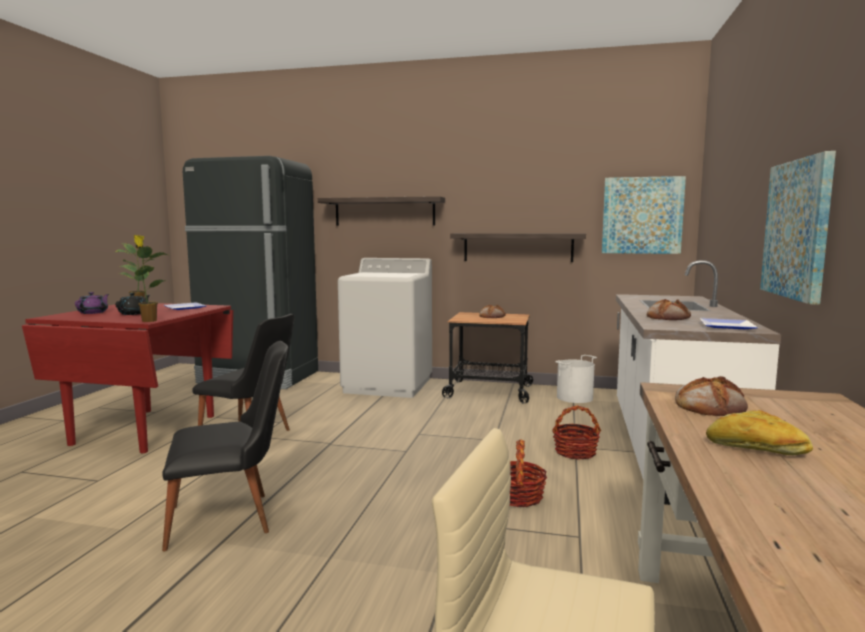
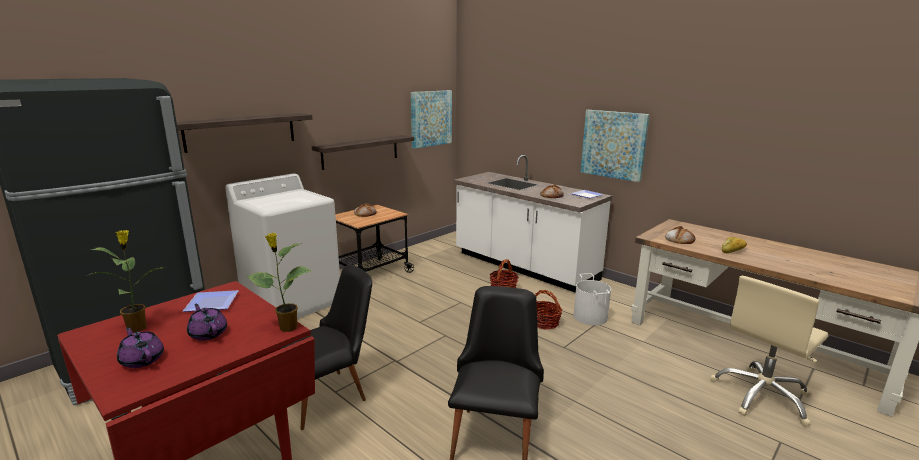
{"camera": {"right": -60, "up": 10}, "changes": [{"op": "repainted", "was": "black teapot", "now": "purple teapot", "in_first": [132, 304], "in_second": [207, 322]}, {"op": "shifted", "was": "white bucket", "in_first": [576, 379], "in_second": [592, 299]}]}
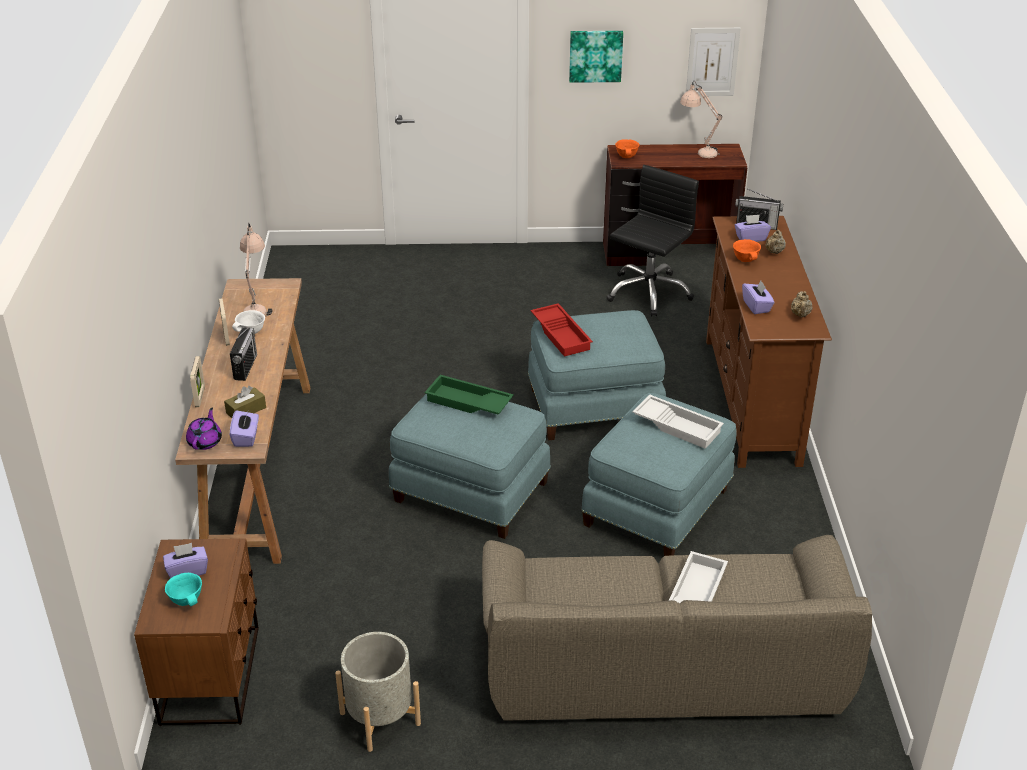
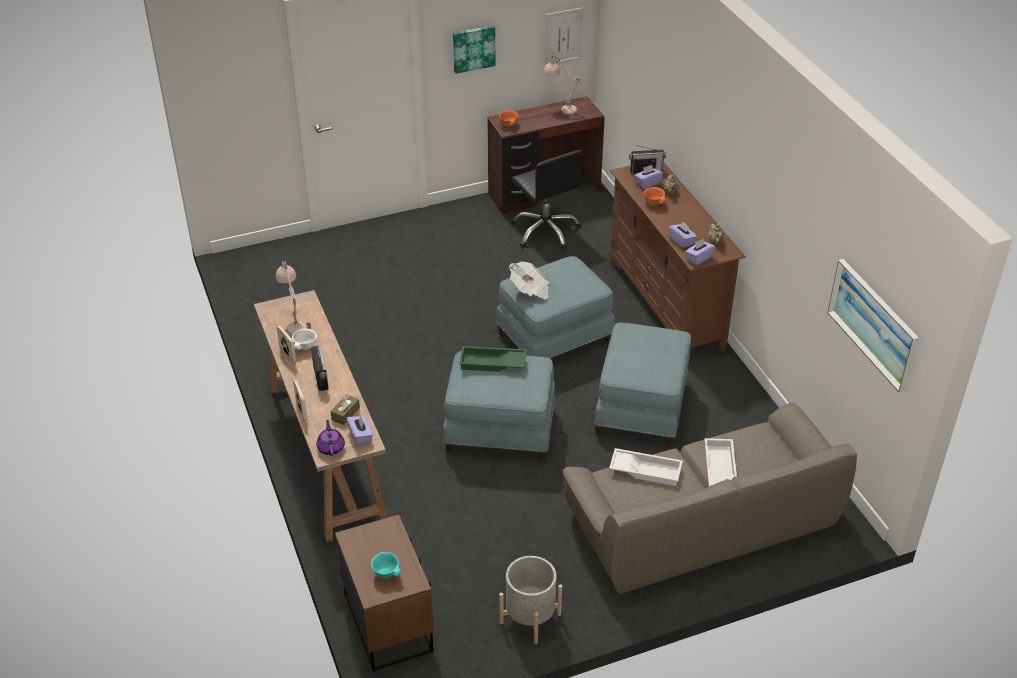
{"camera": {"right": -20, "up": 5}, "changes": [{"op": "rotated", "was": "black office chair", "in_first": [652, 240], "in_second": [546, 200], "clockwise": 135}, {"op": "swapped", "was": "red tray", "now": "newspaper", "in_first": [562, 330], "in_second": [529, 280]}, {"op": "shifted", "was": "white tray", "in_first": [678, 422], "in_second": [646, 467]}, {"op": "shifted", "was": "purple tissue box", "in_first": [185, 560], "in_second": [700, 251]}, {"op": "new", "now": "picture", "in_second": [873, 326]}]}
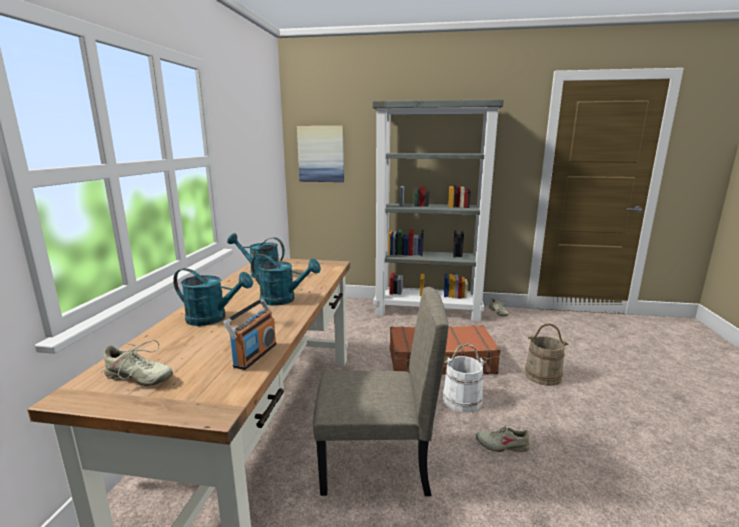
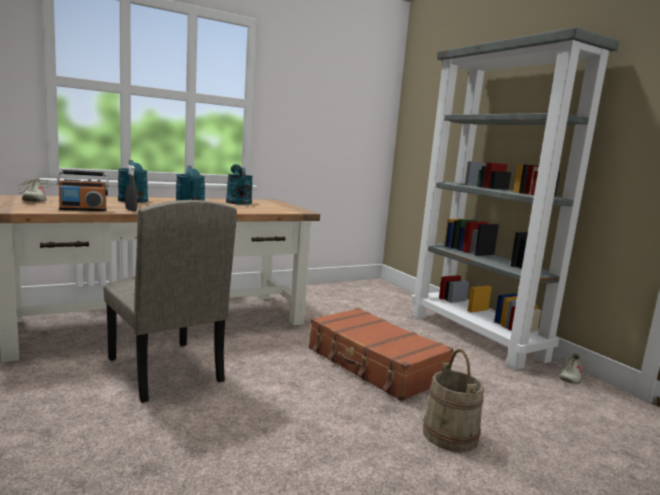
{"camera": {"right": 50, "up": -5}, "changes": [{"op": "gone", "was": "picture", "in_first": [320, 154]}, {"op": "gone", "was": "white bucket", "in_first": [464, 377]}, {"op": "gone", "was": "beige shoe", "in_first": [503, 438]}, {"op": "new", "now": "grey spray bottle", "in_second": [131, 188]}]}
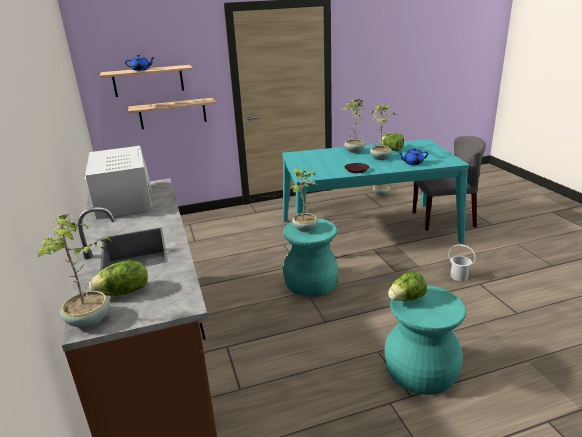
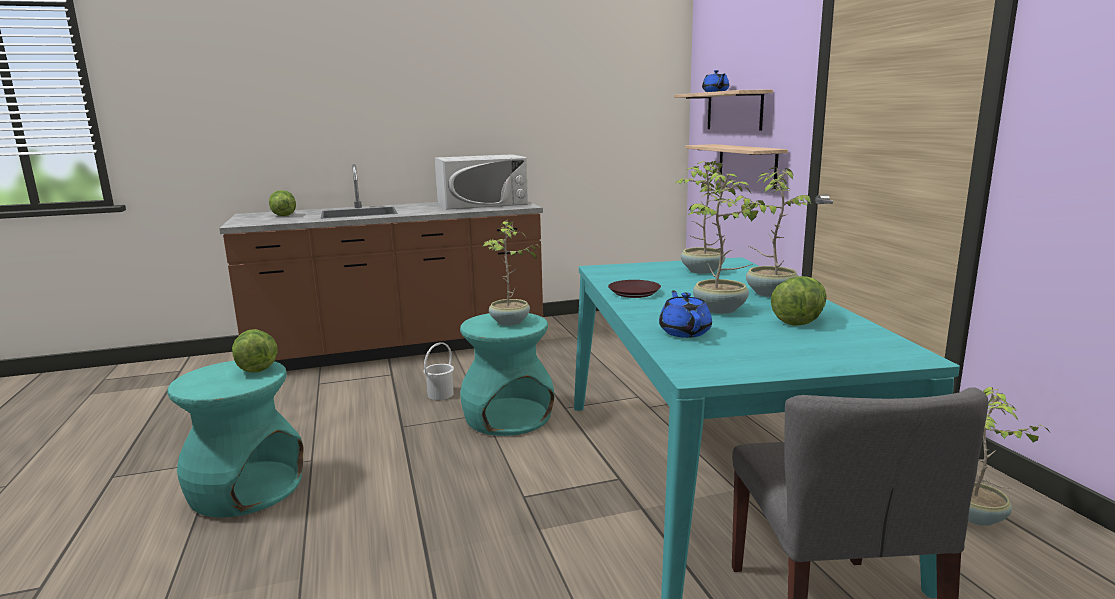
{"camera": {"right": 90, "up": -10}, "changes": [{"op": "shifted", "was": "potted plant", "in_first": [73, 270], "in_second": [700, 217]}, {"op": "shifted", "was": "white bucket", "in_first": [462, 262], "in_second": [439, 371]}]}
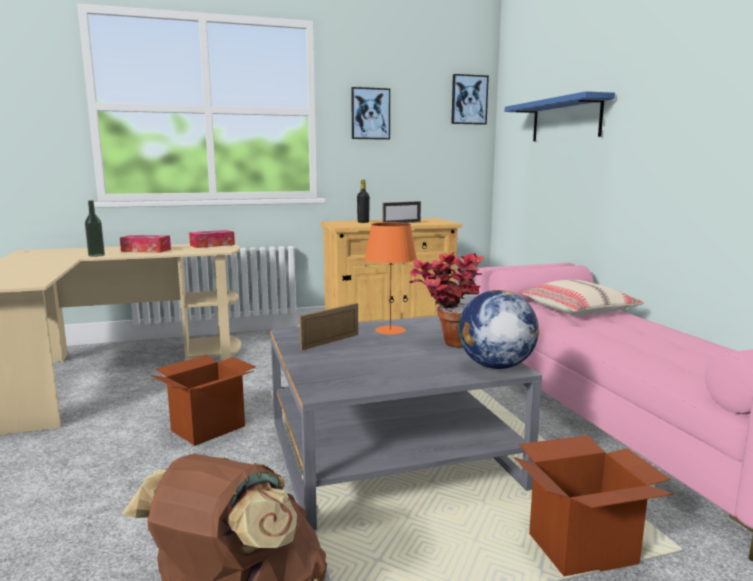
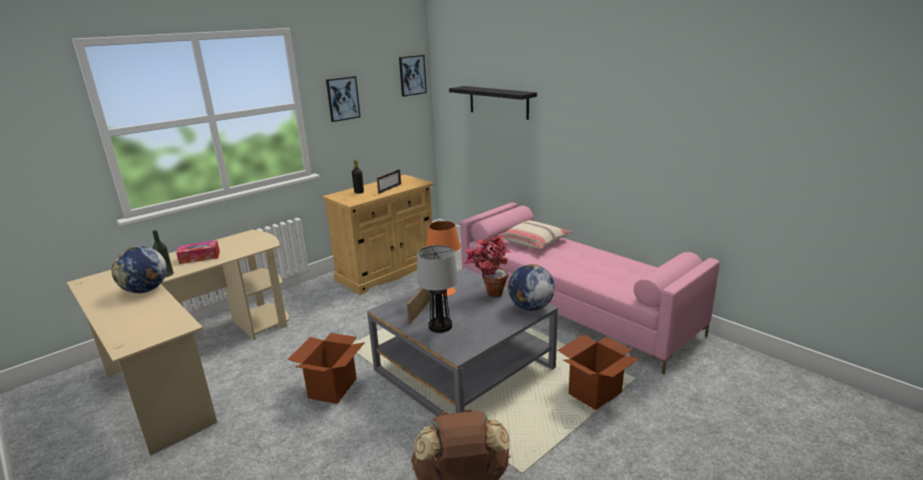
{"camera": {"right": -25, "up": 10}, "changes": [{"op": "repainted", "was": "blue shelf", "now": "black shelf", "in_first": [560, 116], "in_second": [493, 103]}, {"op": "gone", "was": "tissue box", "in_first": [212, 239]}, {"op": "new", "now": "table lamp", "in_second": [437, 289]}, {"op": "new", "now": "globe", "in_second": [139, 269]}]}
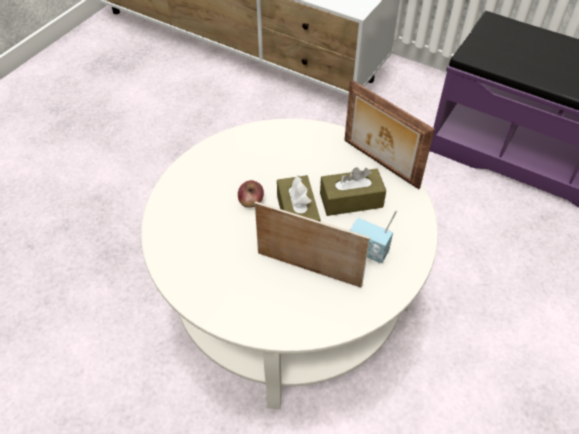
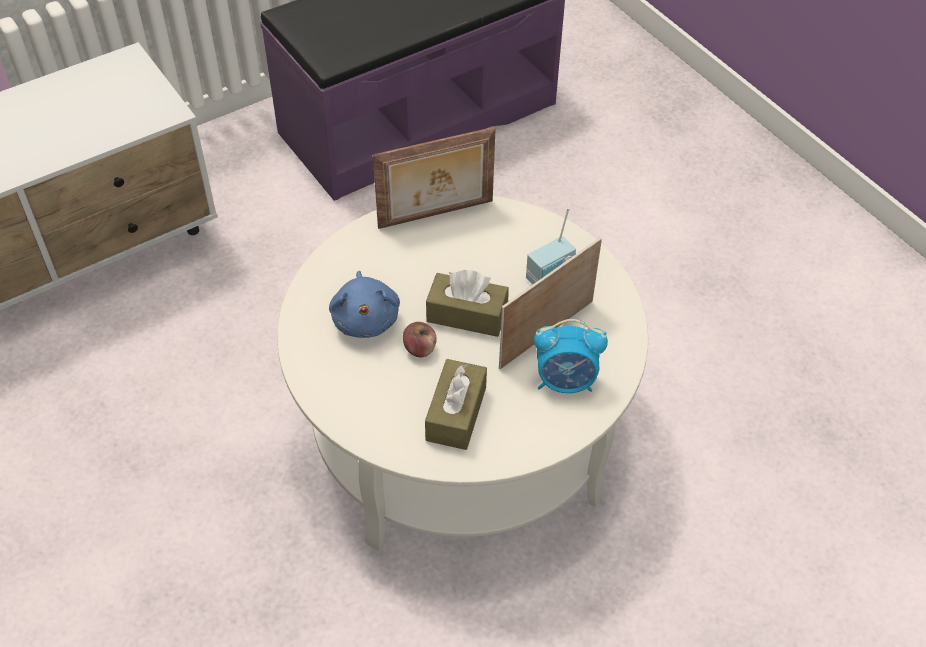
{"camera": {"right": -65, "up": 0}, "changes": [{"op": "shifted", "was": "brown tissue box", "in_first": [353, 191], "in_second": [456, 404]}, {"op": "new", "now": "blue plush toy", "in_second": [364, 304]}, {"op": "new", "now": "alarm clock", "in_second": [571, 356]}]}
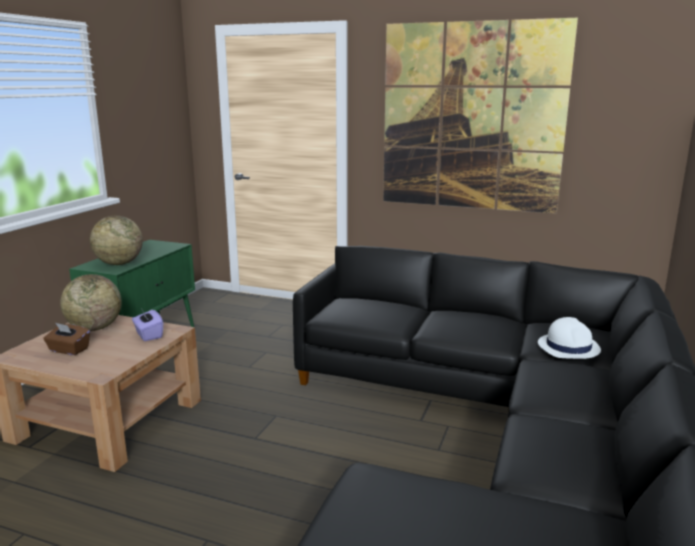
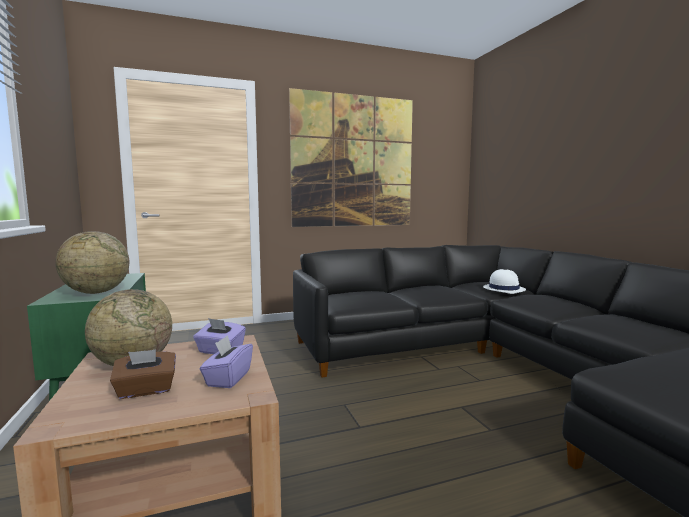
{"camera": {"right": -40, "up": -10}, "changes": [{"op": "new", "now": "purple tissue box", "in_second": [226, 361]}]}
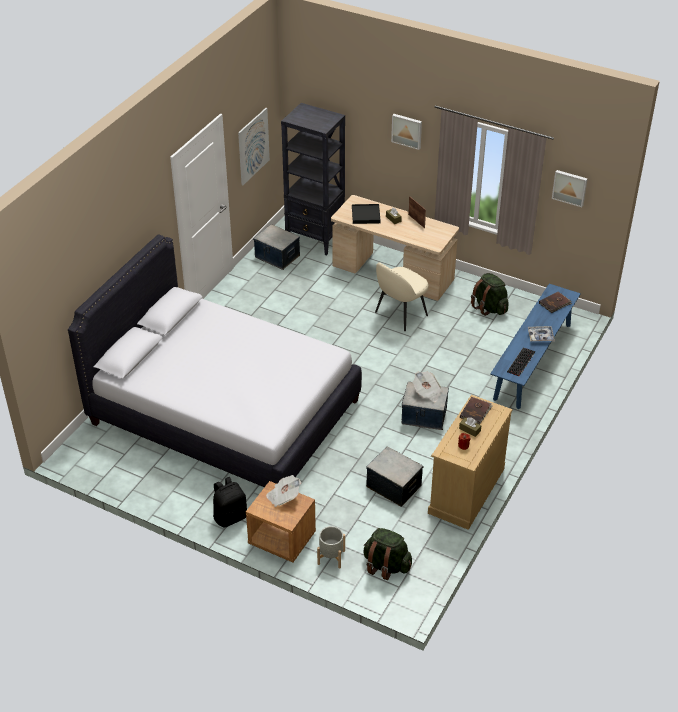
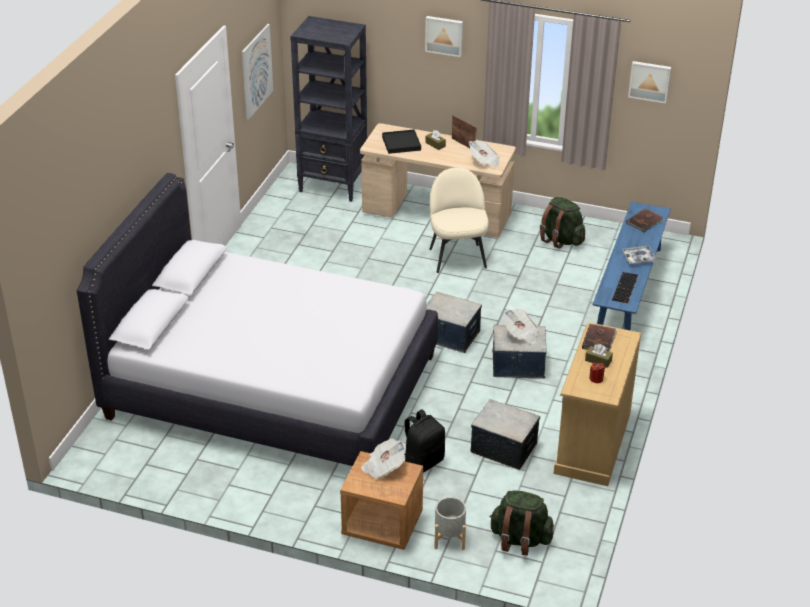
{"camera": {"right": -10, "up": -5}, "changes": [{"op": "shifted", "was": "storage box", "in_first": [276, 247], "in_second": [454, 322]}, {"op": "rotated", "was": "beige chair", "in_first": [402, 296], "in_second": [459, 220], "clockwise": 135}, {"op": "shifted", "was": "black backpack", "in_first": [230, 502], "in_second": [424, 441]}, {"op": "new", "now": "newspaper", "in_second": [484, 154]}]}
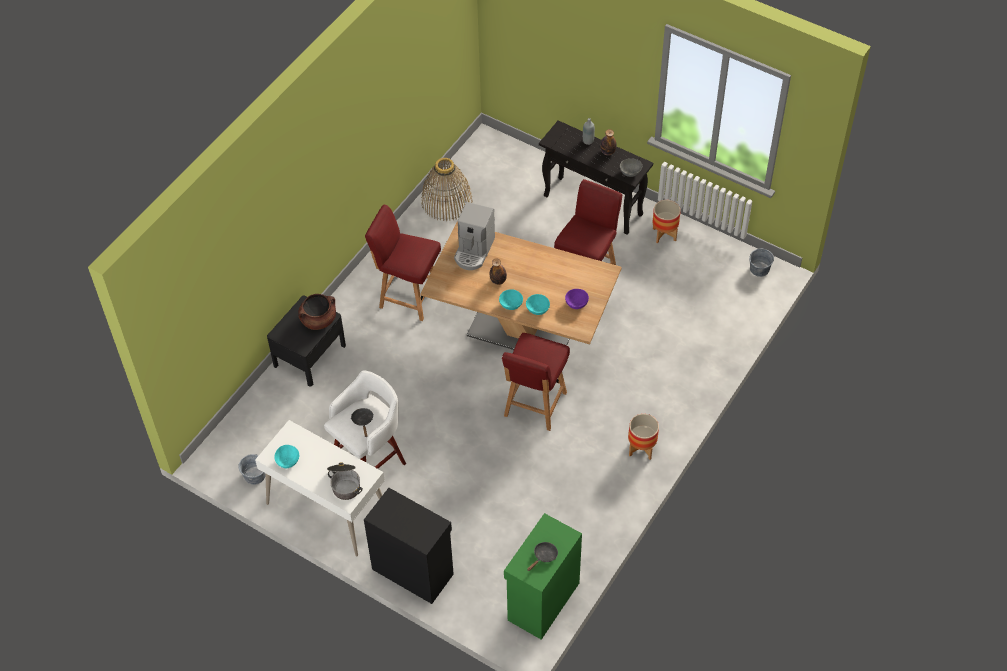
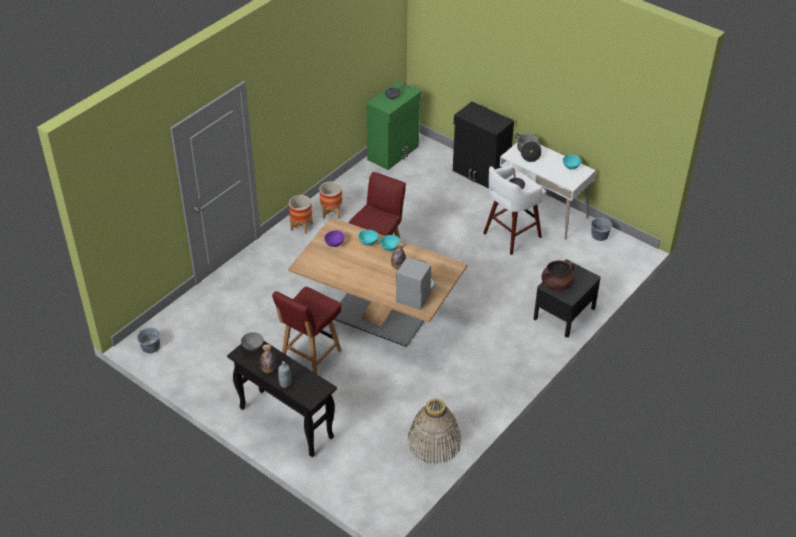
{"camera": {"right": -175, "up": -10}, "changes": [{"op": "shifted", "was": "planter", "in_first": [667, 222], "in_second": [330, 200]}, {"op": "gone", "was": "red chair", "in_first": [403, 263]}]}
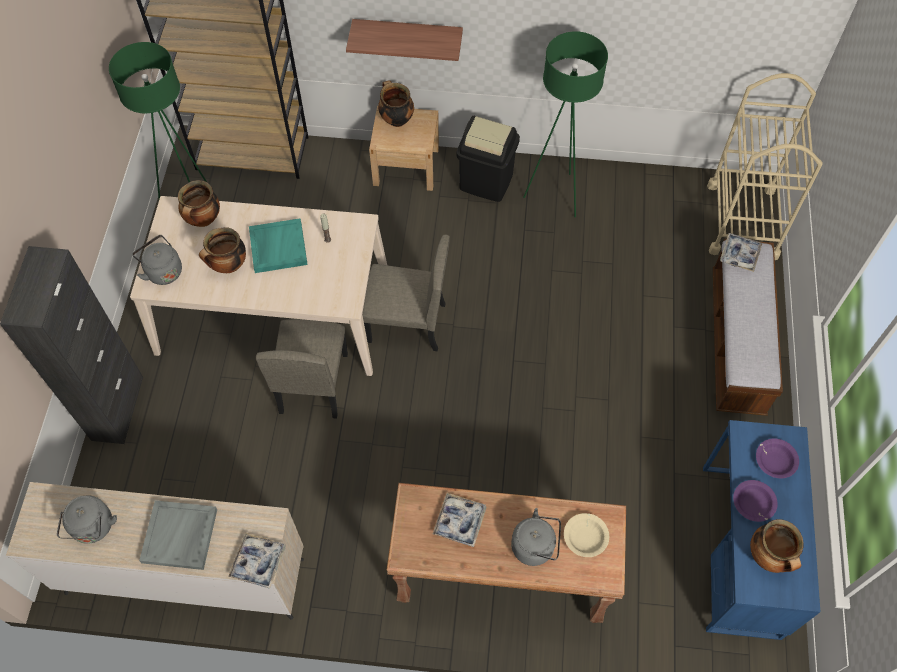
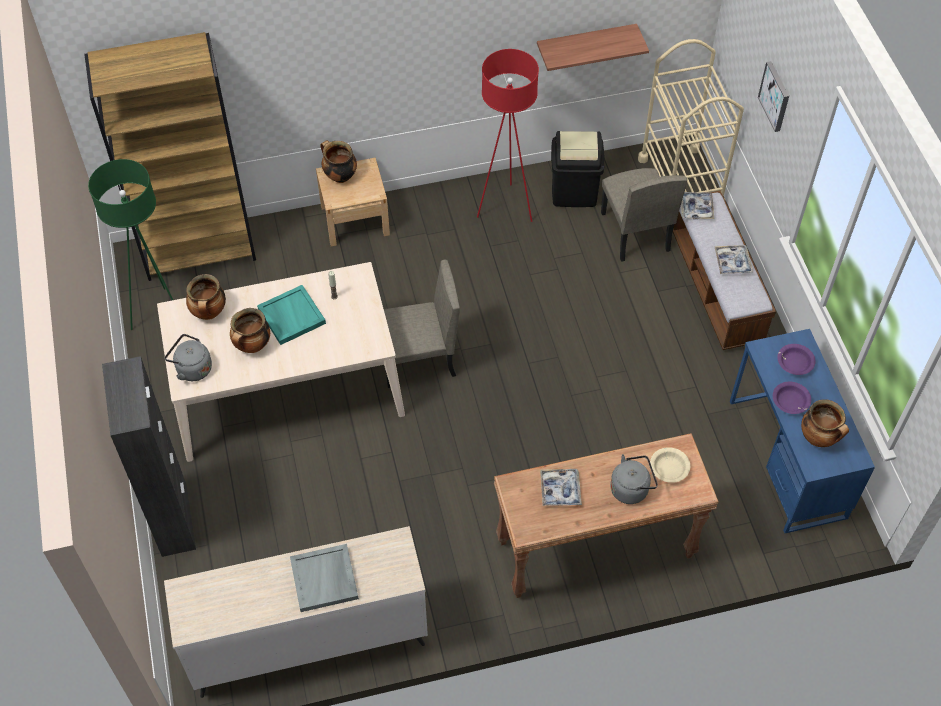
{"camera": {"right": -20, "up": -5}, "changes": [{"op": "shifted", "was": "shelf", "in_first": [404, 40], "in_second": [593, 47]}, {"op": "repainted", "was": "green floor lamp", "now": "red floor lamp", "in_first": [565, 124], "in_second": [508, 135]}, {"op": "shifted", "was": "black trash can", "in_first": [488, 159], "in_second": [577, 169]}, {"op": "shifted", "was": "beige chair", "in_first": [302, 369], "in_second": [644, 215]}, {"op": "gone", "was": "grey kettle", "in_first": [87, 519]}, {"op": "shifted", "was": "tray", "in_first": [257, 561], "in_second": [733, 259]}, {"op": "new", "now": "picture", "in_second": [773, 96]}]}
